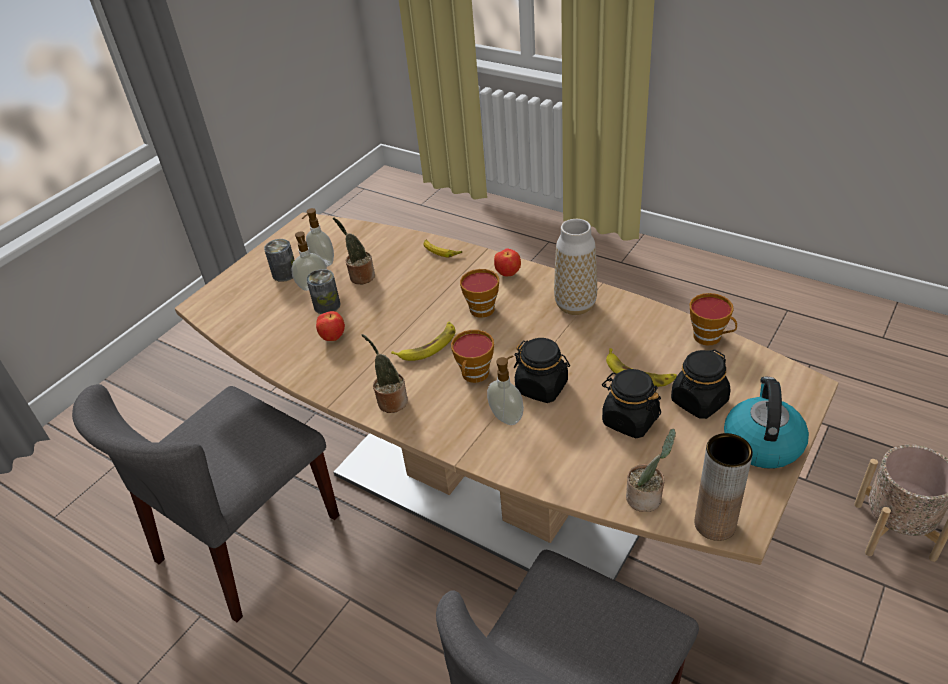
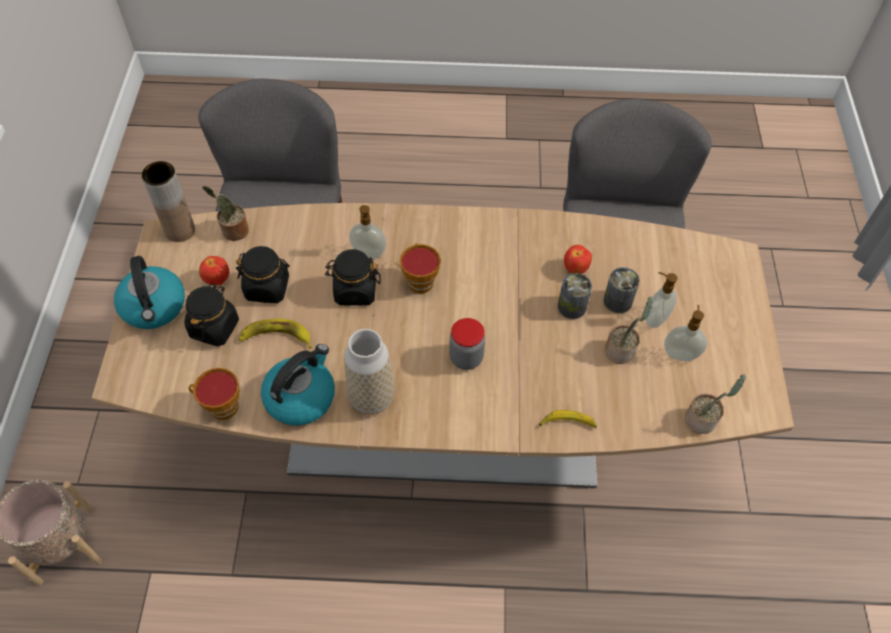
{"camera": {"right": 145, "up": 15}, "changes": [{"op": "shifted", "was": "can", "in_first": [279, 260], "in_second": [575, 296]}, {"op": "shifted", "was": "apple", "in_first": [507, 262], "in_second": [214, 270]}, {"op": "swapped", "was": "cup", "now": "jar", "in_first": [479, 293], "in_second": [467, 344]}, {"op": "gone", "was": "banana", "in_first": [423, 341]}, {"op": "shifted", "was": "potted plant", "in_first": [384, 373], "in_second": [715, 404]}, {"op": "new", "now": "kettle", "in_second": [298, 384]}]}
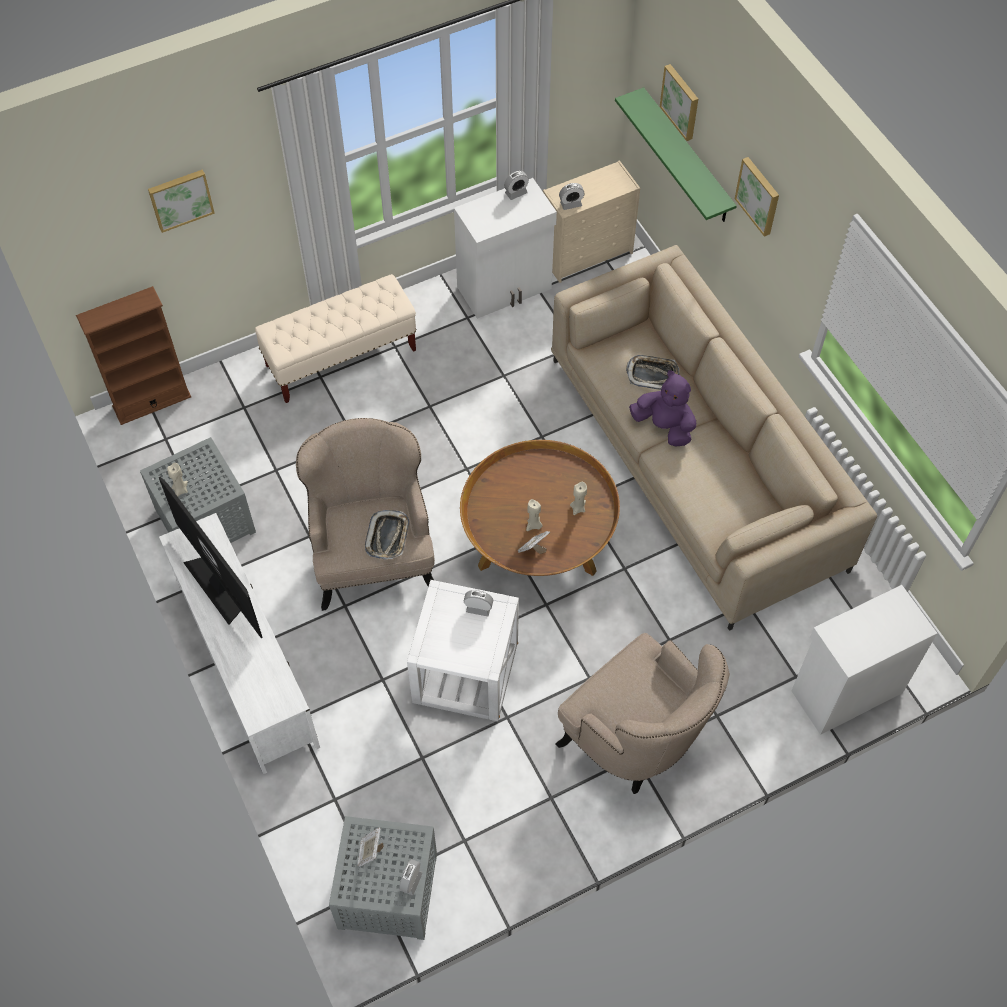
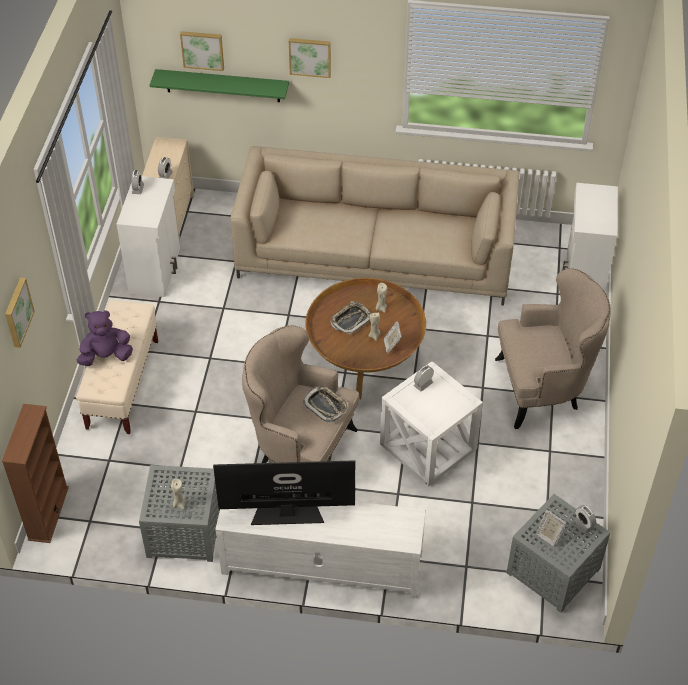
{"camera": {"right": -55, "up": -10}, "changes": [{"op": "shifted", "was": "tray", "in_first": [653, 372], "in_second": [350, 317]}, {"op": "shifted", "was": "purple plush toy", "in_first": [662, 408], "in_second": [105, 338]}]}
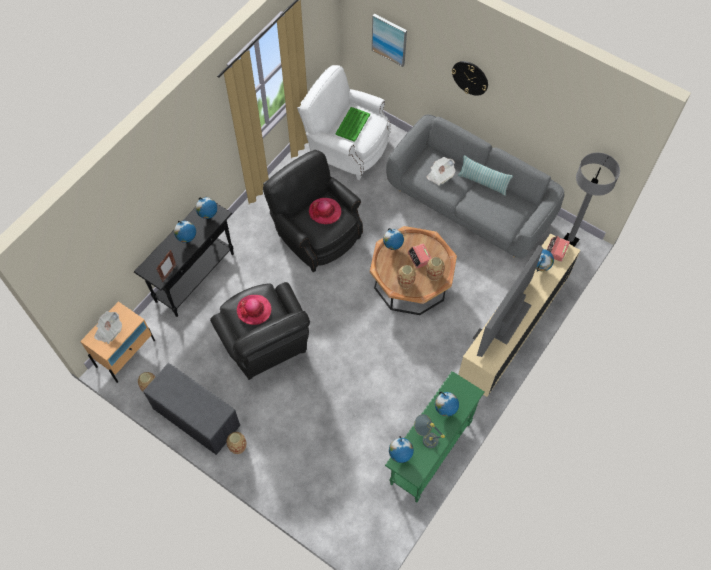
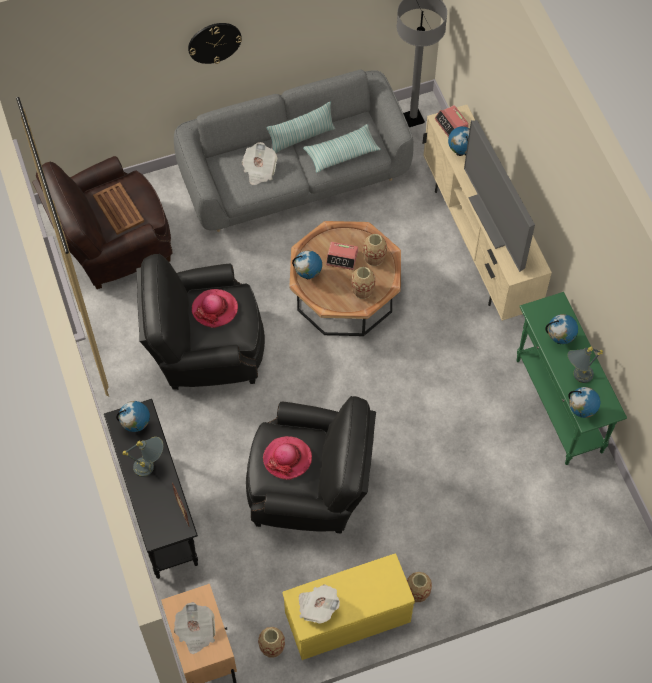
{"camera": {"right": -55, "up": 0}, "changes": [{"op": "gone", "was": "picture", "in_first": [389, 40]}, {"op": "repainted", "was": "white armchair", "now": "brown armchair", "in_first": [343, 122], "in_second": [102, 222]}, {"op": "repainted", "was": "green tray", "now": "brown tray", "in_first": [352, 124], "in_second": [118, 208]}, {"op": "swapped", "was": "globe", "now": "grey table lamp", "in_first": [185, 232], "in_second": [143, 457]}, {"op": "repainted", "was": "grey bench", "now": "yellow bench", "in_first": [191, 409], "in_second": [348, 607]}, {"op": "new", "now": "pillow", "in_second": [342, 148]}, {"op": "new", "now": "newspaper", "in_second": [319, 604]}]}
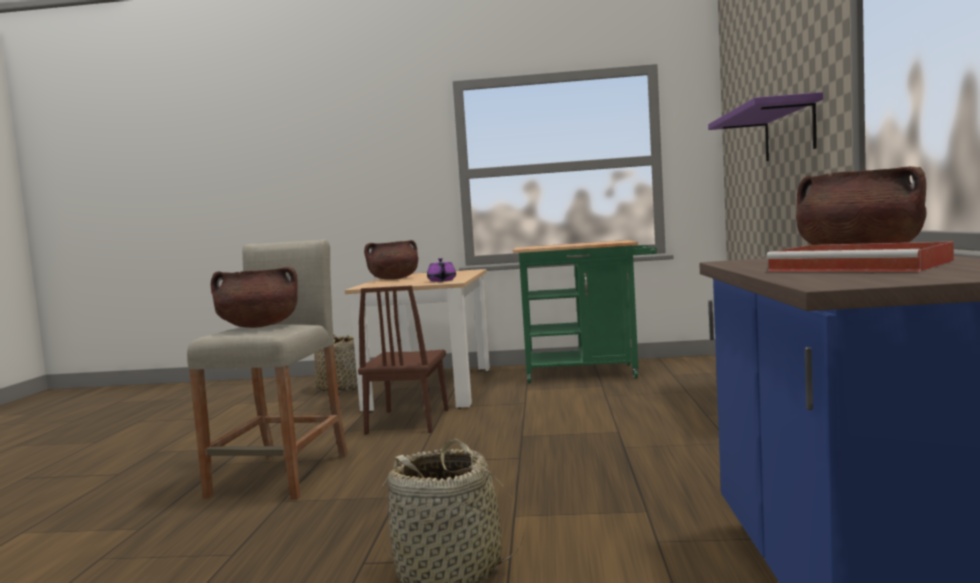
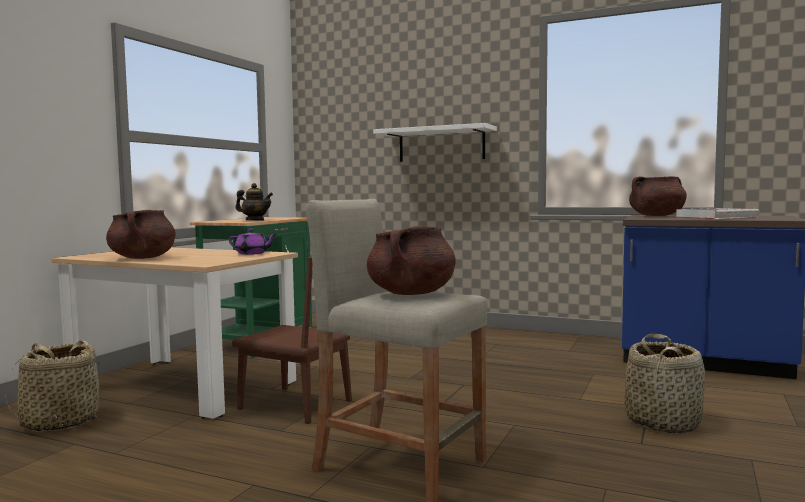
{"camera": {"right": -70, "up": 0}, "changes": [{"op": "repainted", "was": "purple shelf", "now": "white shelf", "in_first": [765, 126], "in_second": [435, 142]}, {"op": "repainted", "was": "red tray", "now": "white tray", "in_first": [860, 256], "in_second": [717, 213]}, {"op": "new", "now": "teapot", "in_second": [254, 202]}]}
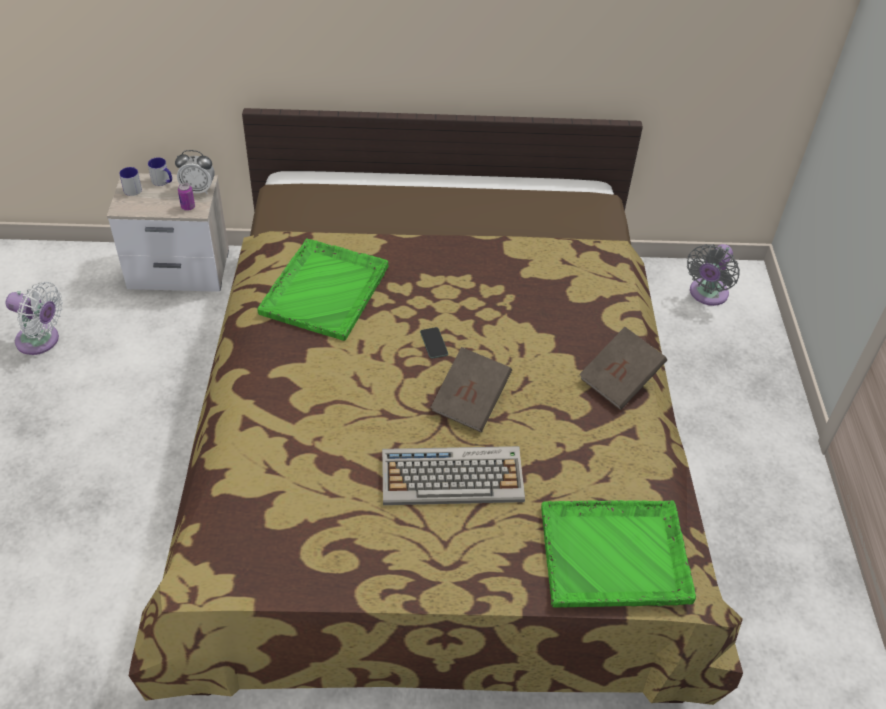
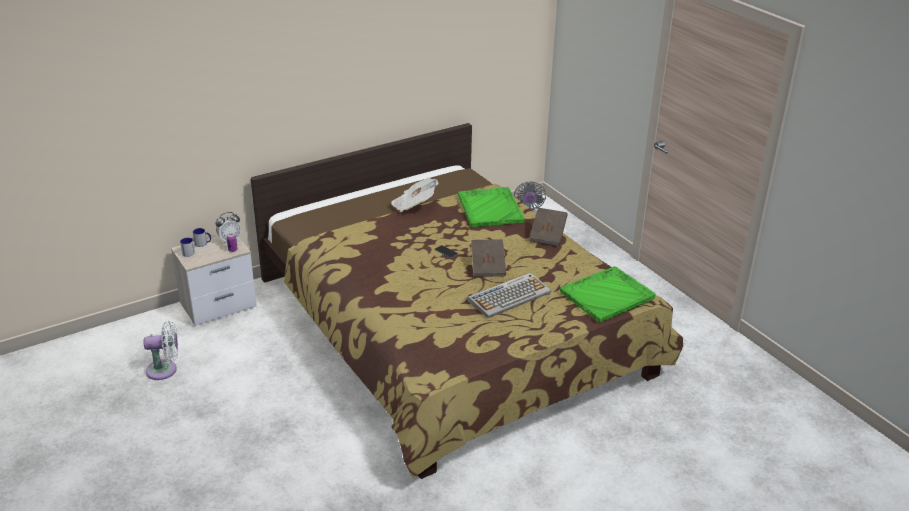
{"camera": {"right": -30, "up": -15}, "changes": [{"op": "shifted", "was": "green tray", "in_first": [322, 290], "in_second": [491, 207]}, {"op": "new", "now": "newspaper", "in_second": [415, 195]}]}
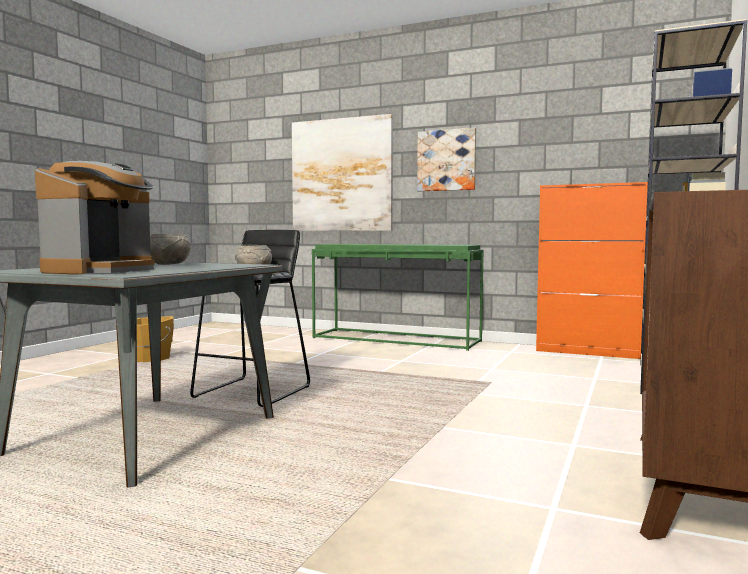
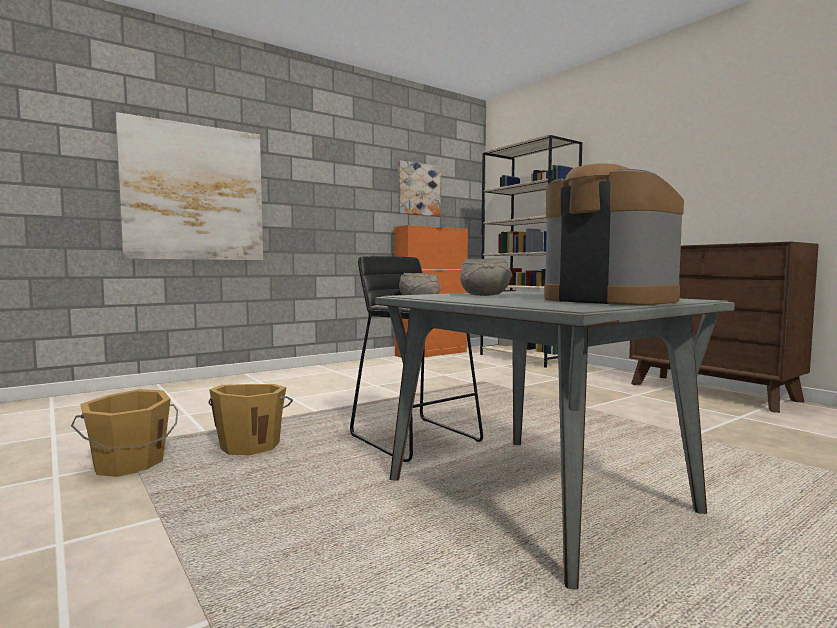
{"camera": {"right": -60, "up": 0}, "changes": [{"op": "shifted", "was": "picture", "in_first": [446, 159], "in_second": [419, 188]}, {"op": "gone", "was": "green console table", "in_first": [397, 297]}, {"op": "new", "now": "orange bucket", "in_second": [250, 419]}]}
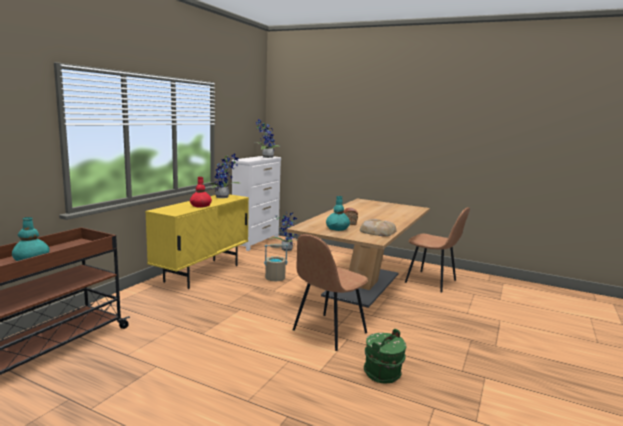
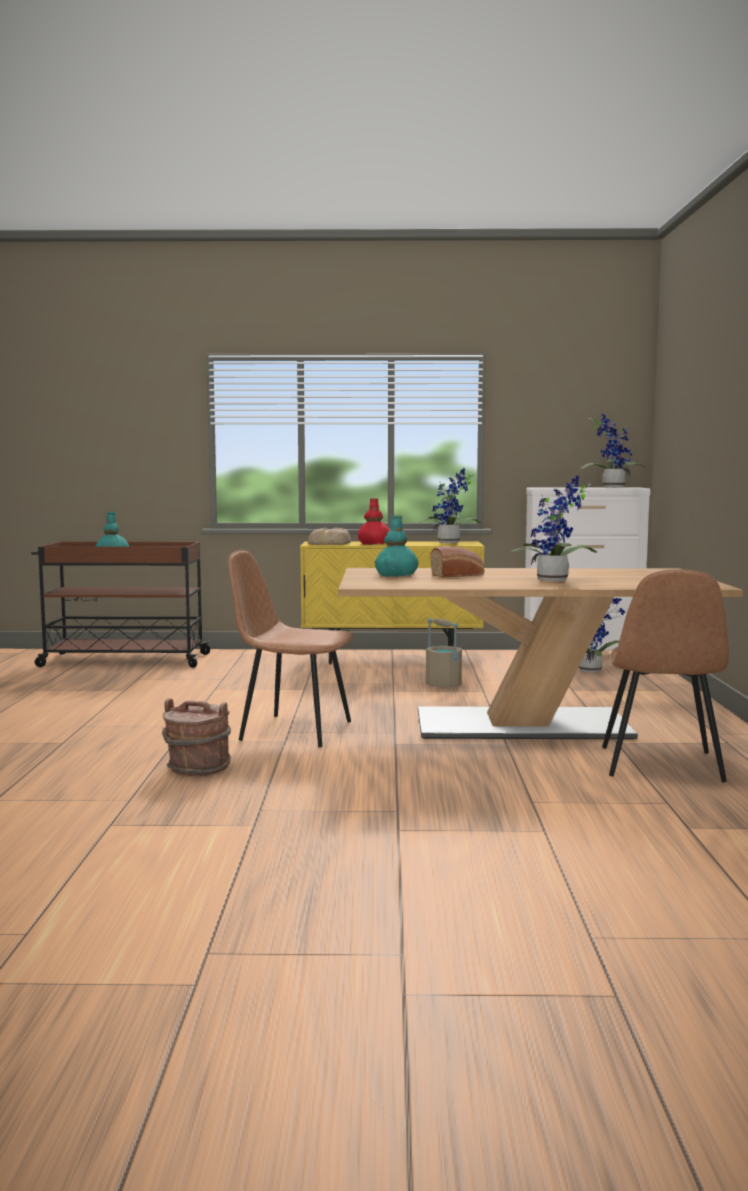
{"camera": {"right": 65, "up": -5}, "changes": [{"op": "shifted", "was": "bread", "in_first": [378, 228], "in_second": [329, 536]}, {"op": "repainted", "was": "green bucket", "now": "brown bucket", "in_first": [385, 356], "in_second": [196, 737]}, {"op": "new", "now": "potted plant", "in_second": [554, 528]}]}
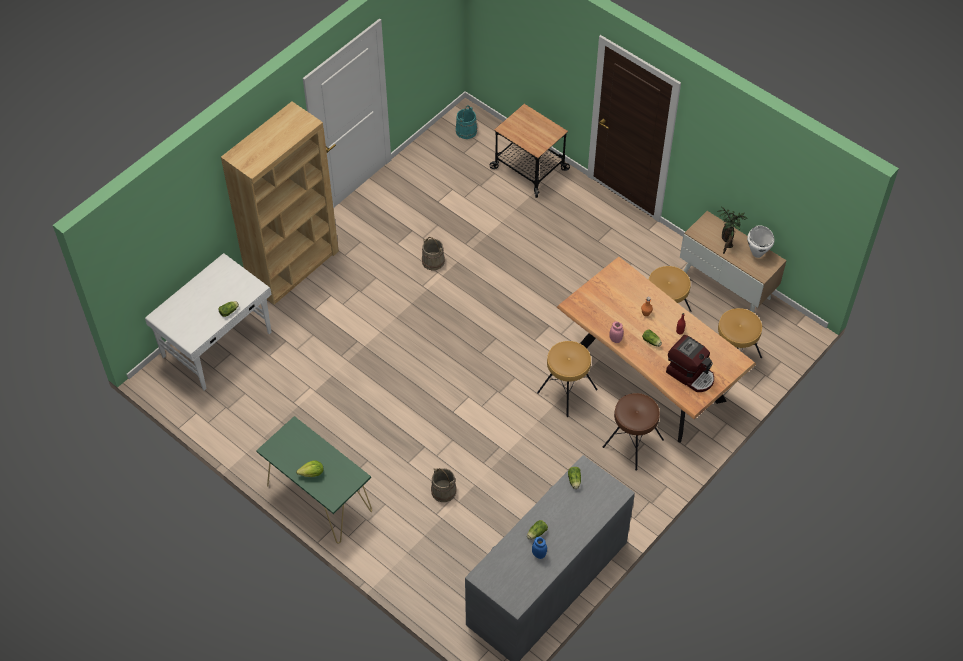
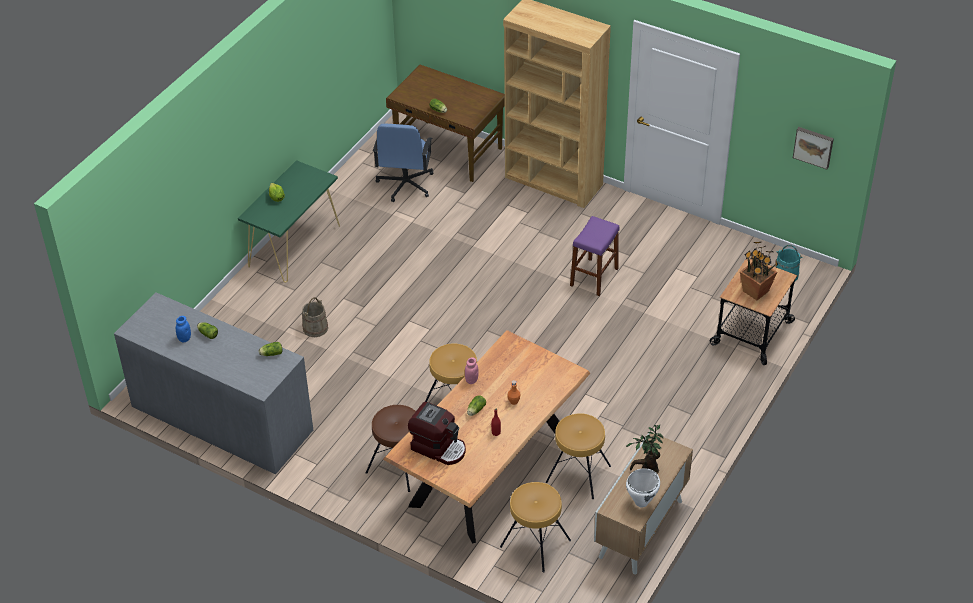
{"camera": {"right": 80, "up": -10}, "changes": [{"op": "swapped", "was": "beige bucket", "now": "purple stool", "in_first": [433, 254], "in_second": [594, 256]}, {"op": "repainted", "was": "white desk", "now": "brown desk", "in_first": [208, 322], "in_second": [445, 123]}, {"op": "rotated", "was": "coffee machine", "in_first": [690, 363], "in_second": [437, 433], "clockwise": -90}, {"op": "new", "now": "blue office chair", "in_second": [403, 163]}, {"op": "new", "now": "picture", "in_second": [813, 148]}, {"op": "new", "now": "potted plant", "in_second": [759, 271]}]}
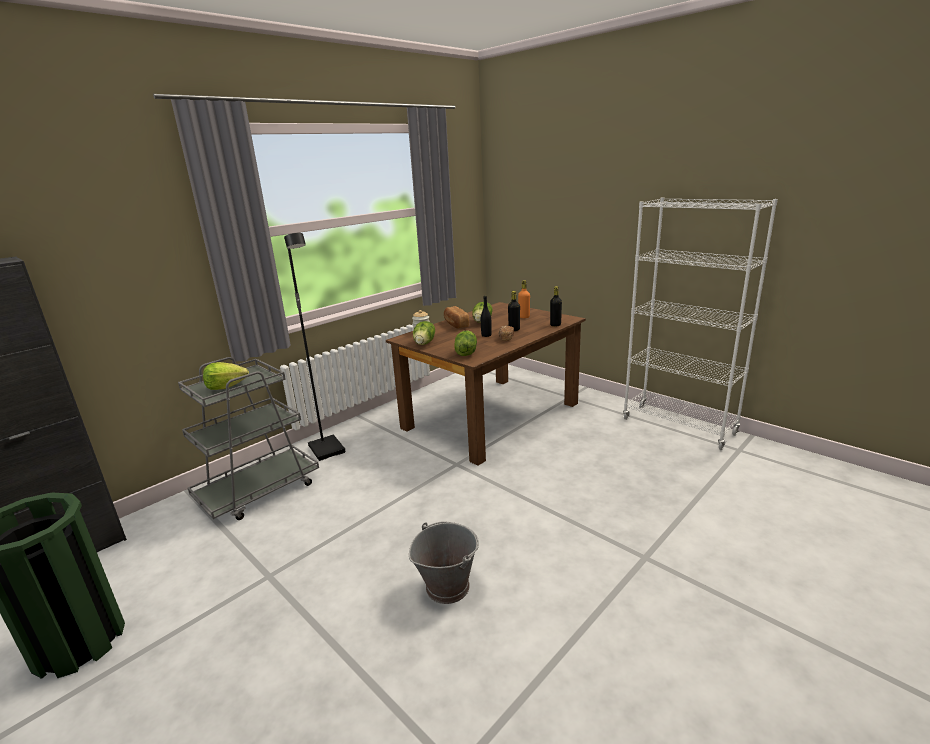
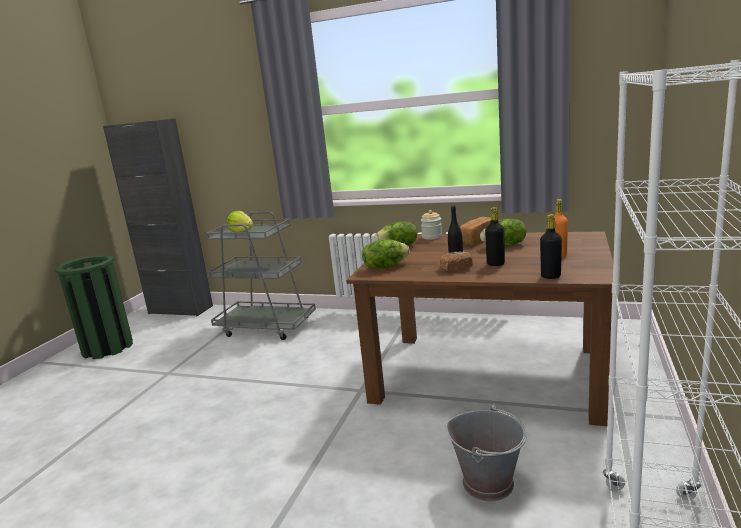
{"camera": {"right": 65, "up": -5}, "changes": [{"op": "gone", "was": "black floor lamp", "in_first": [315, 347]}, {"op": "shifted", "was": "grey bucket", "in_first": [444, 562], "in_second": [486, 452]}]}
